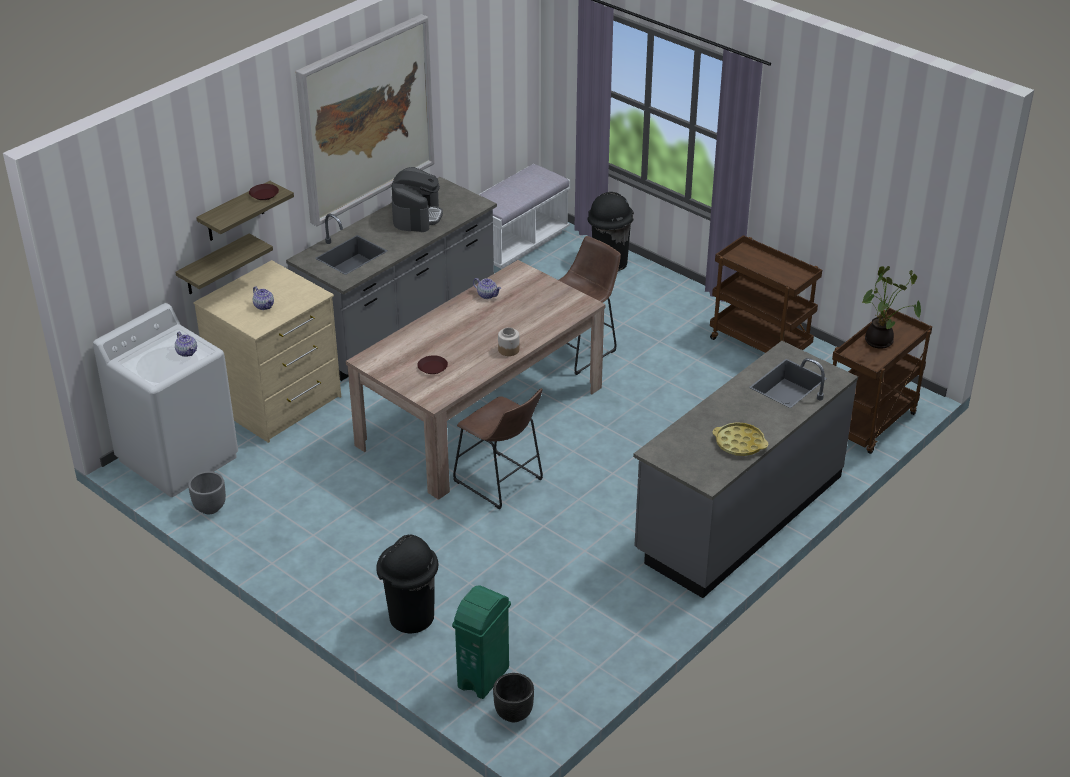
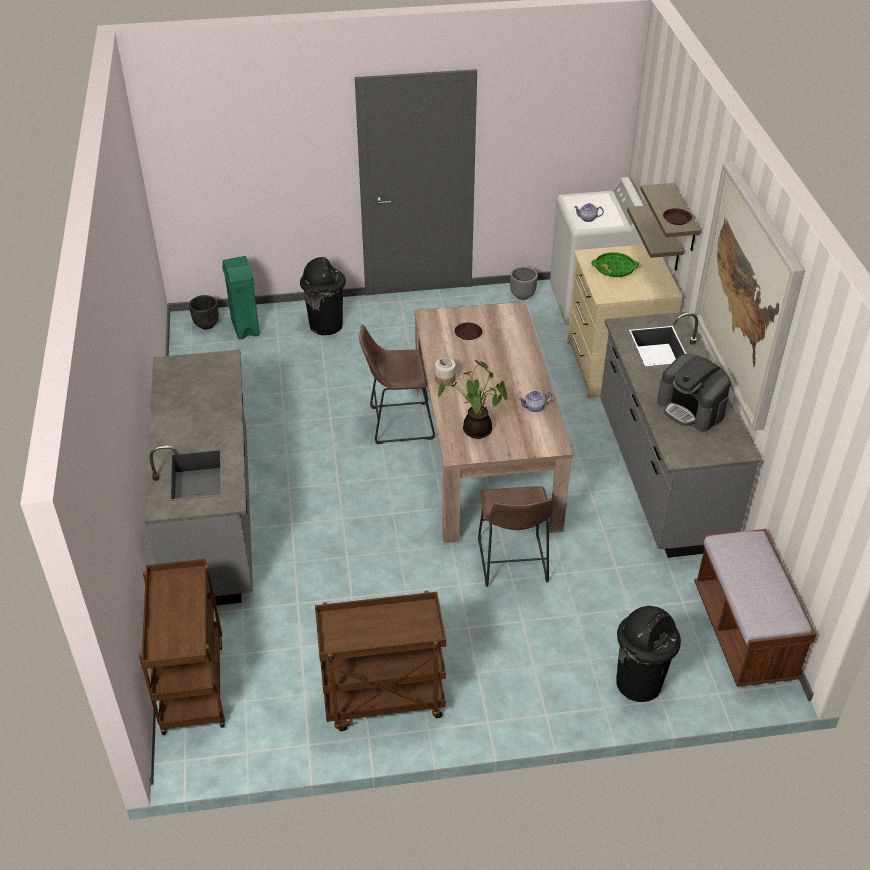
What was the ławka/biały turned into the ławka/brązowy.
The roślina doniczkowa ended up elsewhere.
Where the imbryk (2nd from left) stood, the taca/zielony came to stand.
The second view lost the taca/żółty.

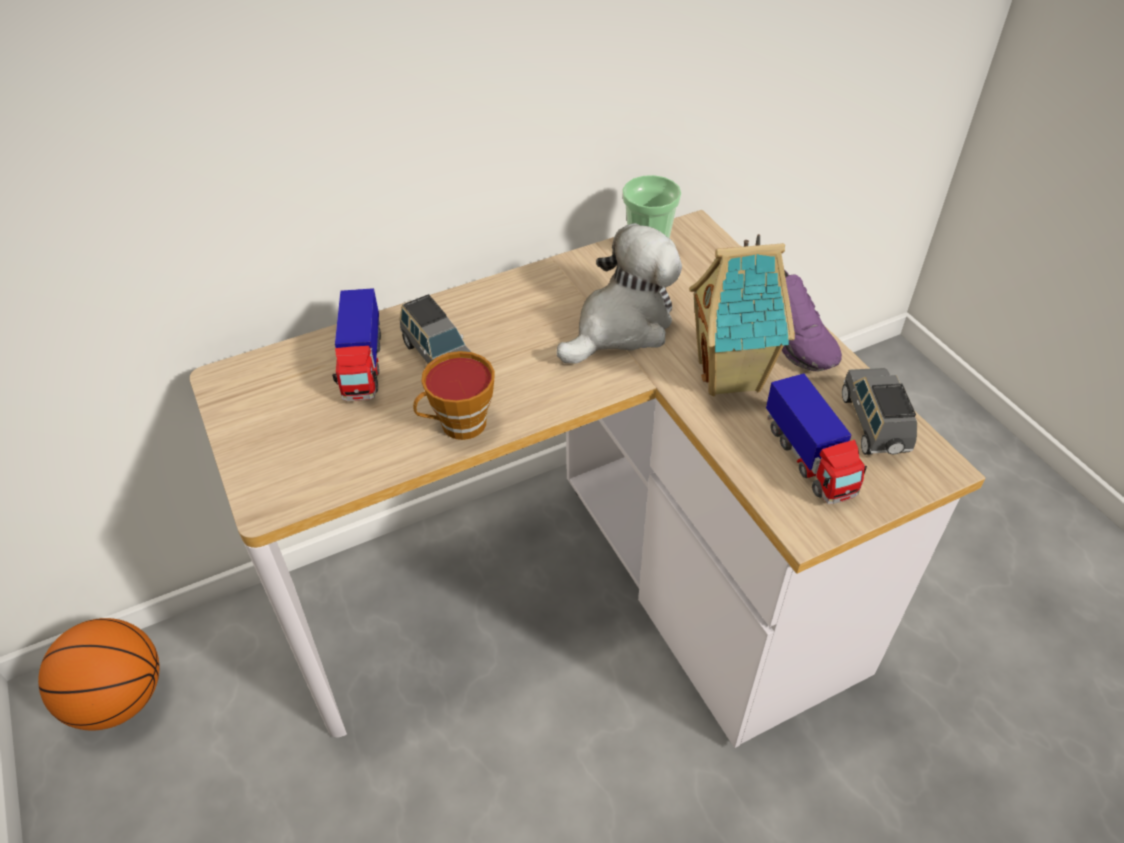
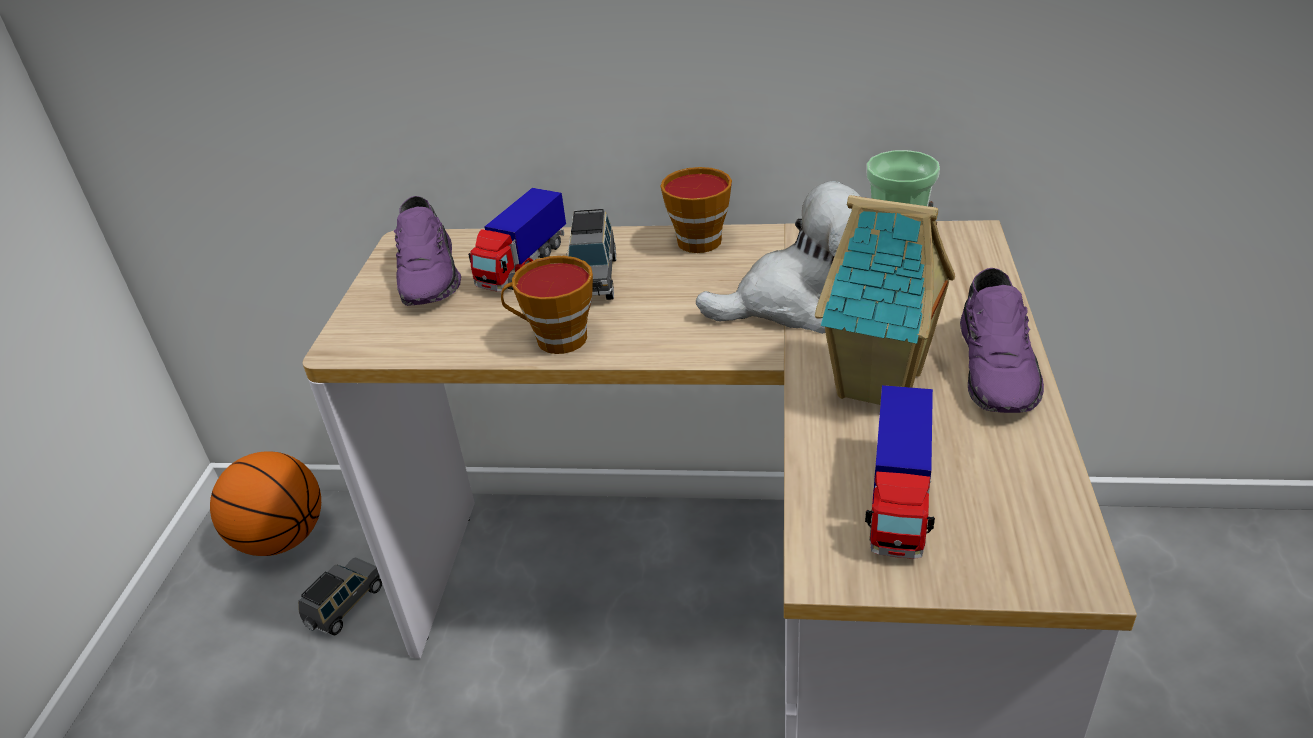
The samochodzik/szary (2nd from left in the first image) ended up elsewhere.
The second view gained the filiżanka (2nd from left).
The second view gained the but/fioletowy (1st from left).

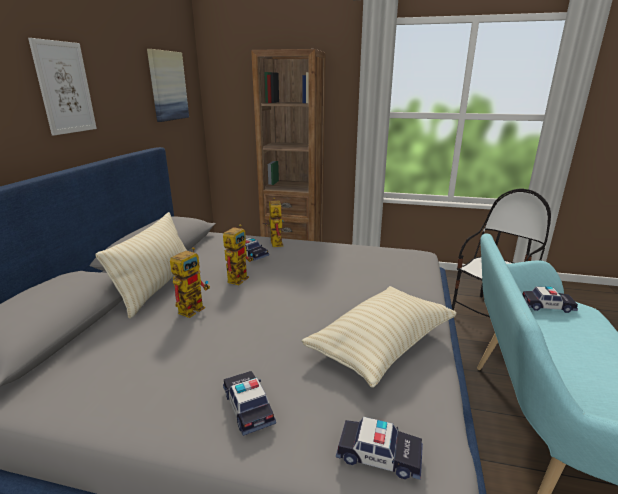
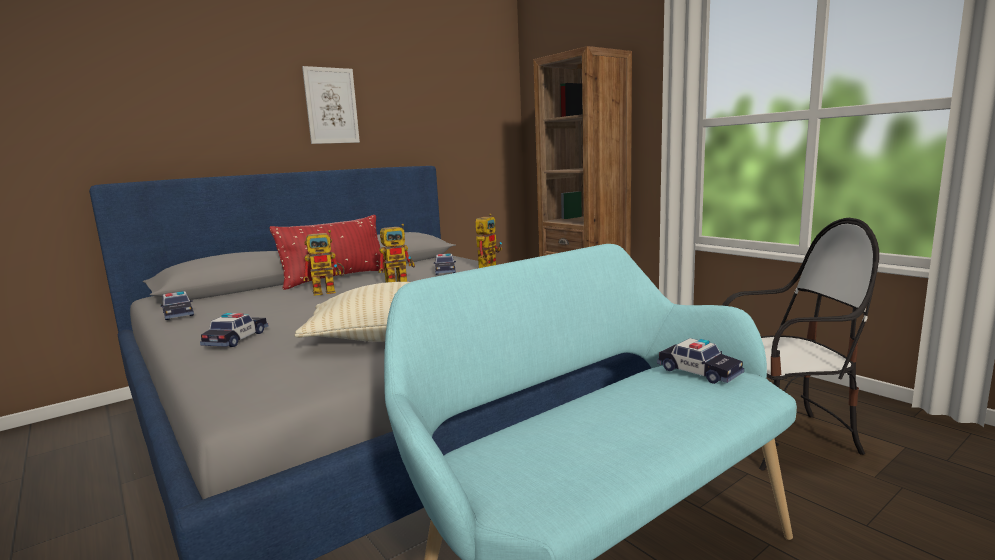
The second view lost the obraz (2nd from left).
What was the poduszka/beżowy (1st from left) turned into the poduszka/czerwony.
The samochodzik (3rd from left in the first image) ended up elsewhere.

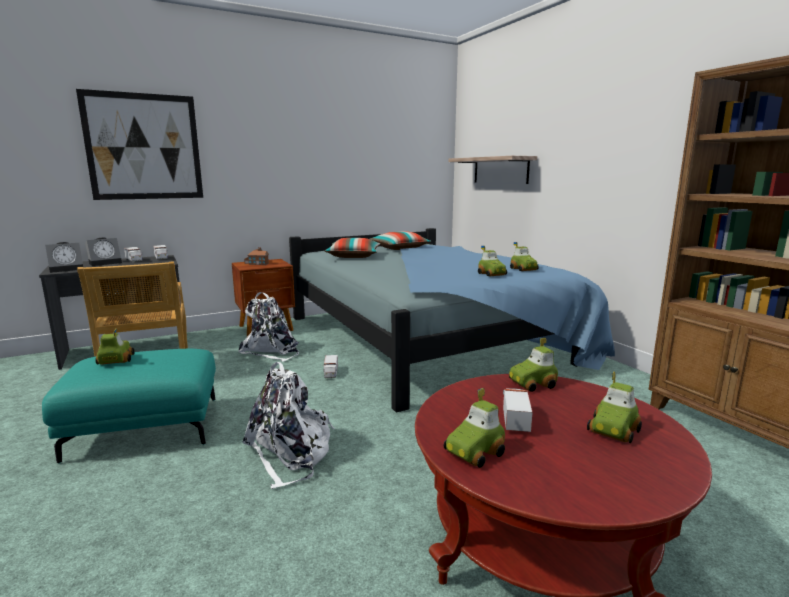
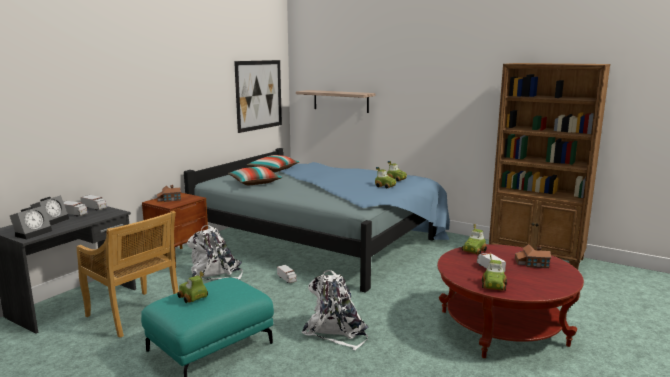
The obraz ended up elsewhere.
Where the samochodzik (6th from left) stood, the domek (2nd from left) came to stand.

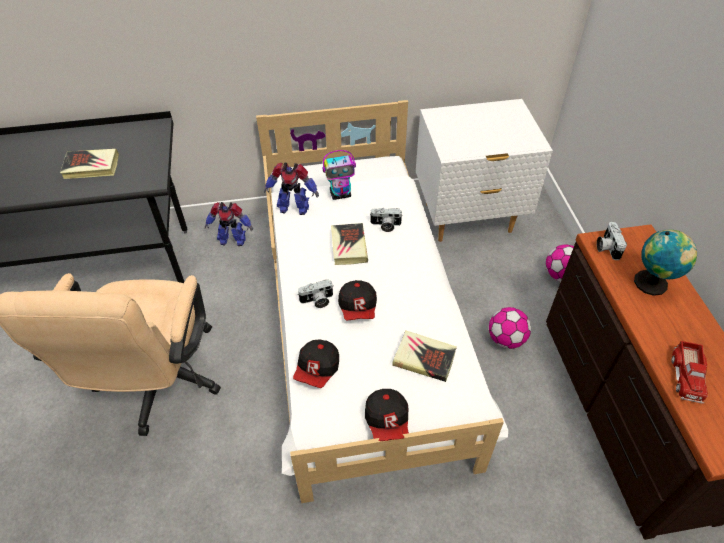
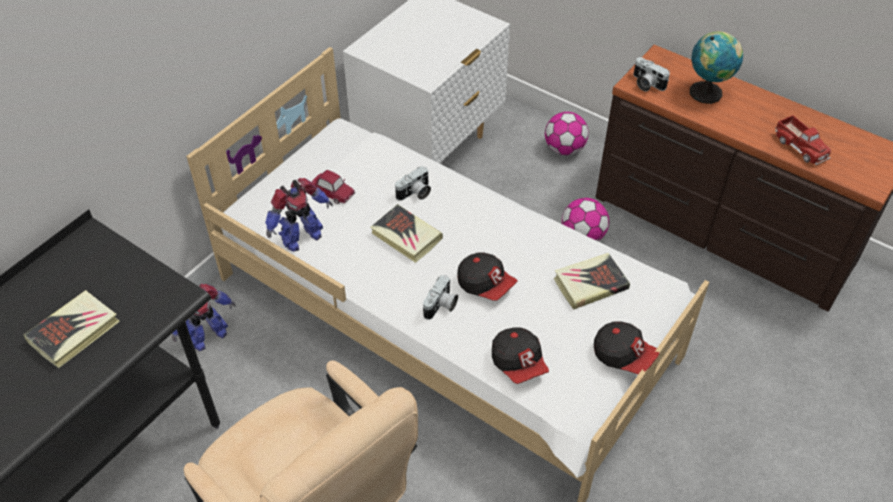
Where the robot zabawkowy (3rd from left) stood, the samochodzik came to stand.

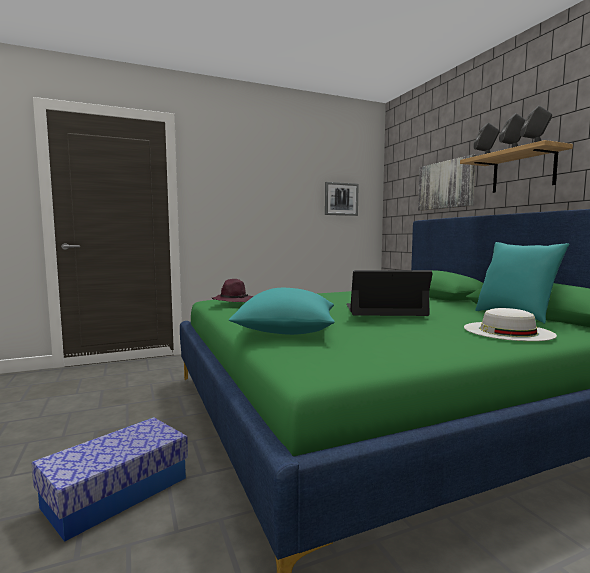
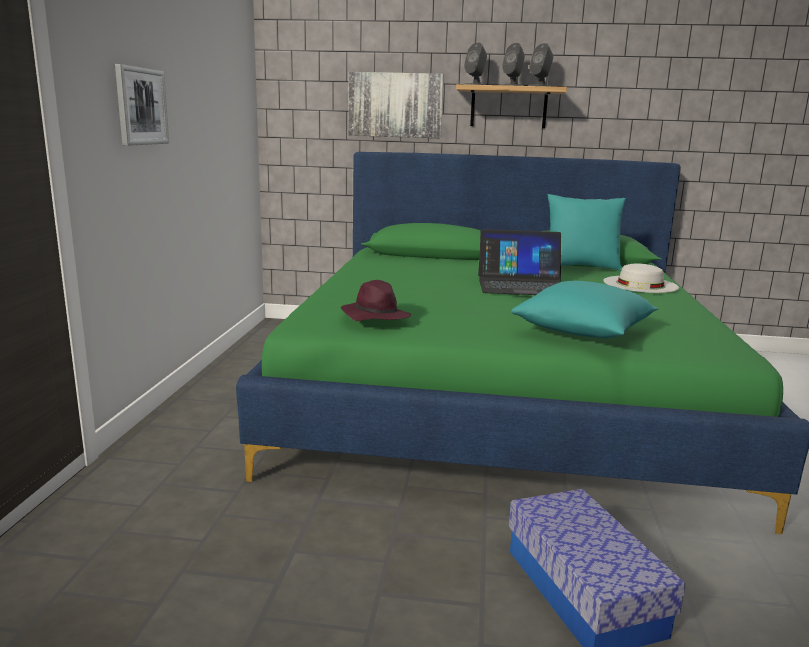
The obraz (1st from left) ended up elsewhere.
The laptop ended up facing another way, 120 degrees counterclockwise from before.

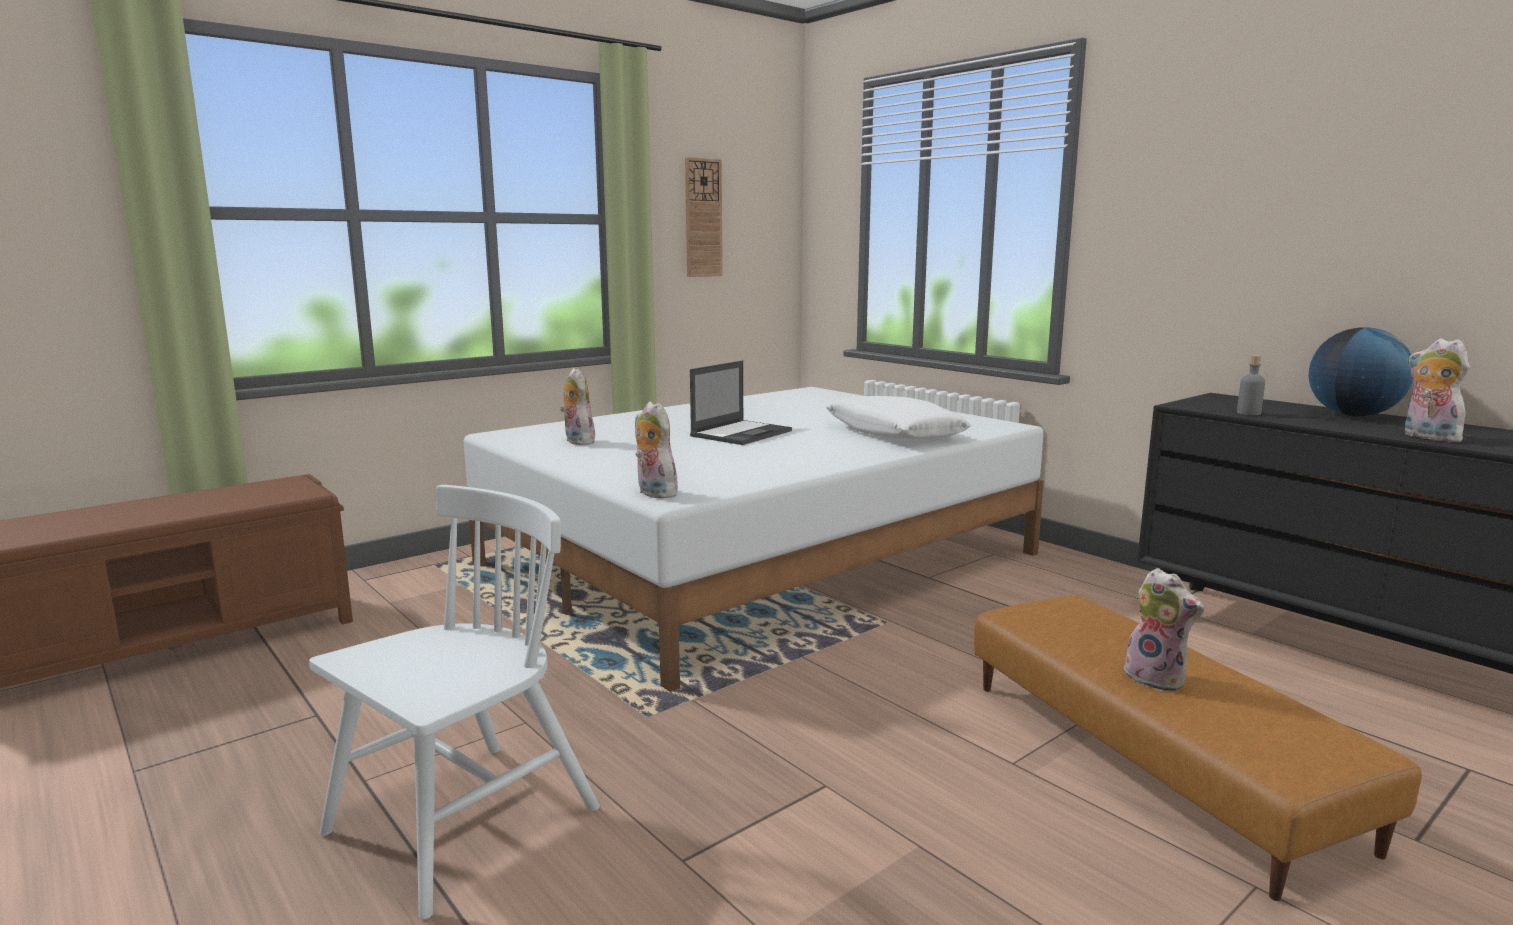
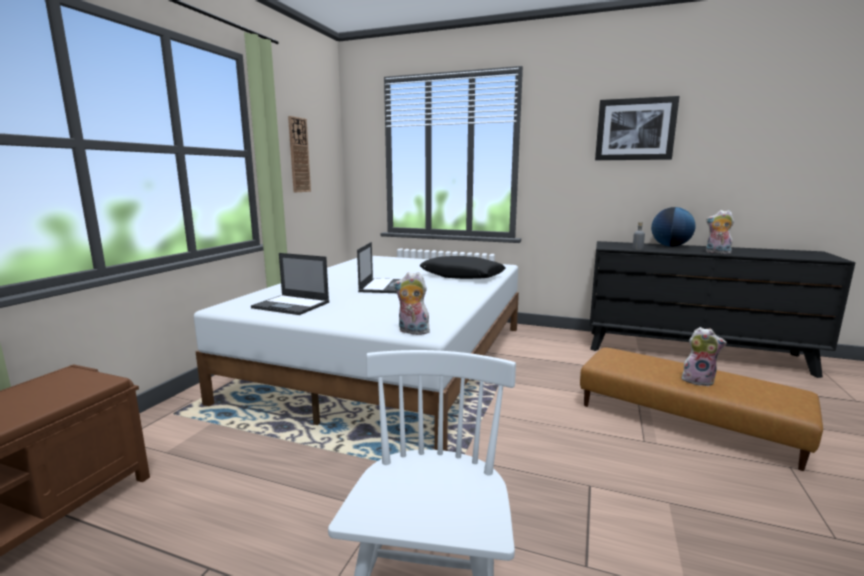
Where the pluszak (1st from left) stood, the laptop (1st from left) came to stand.
What was the poduszka/biały turned into the poduszka/czarny.
The second view gained the obraz.

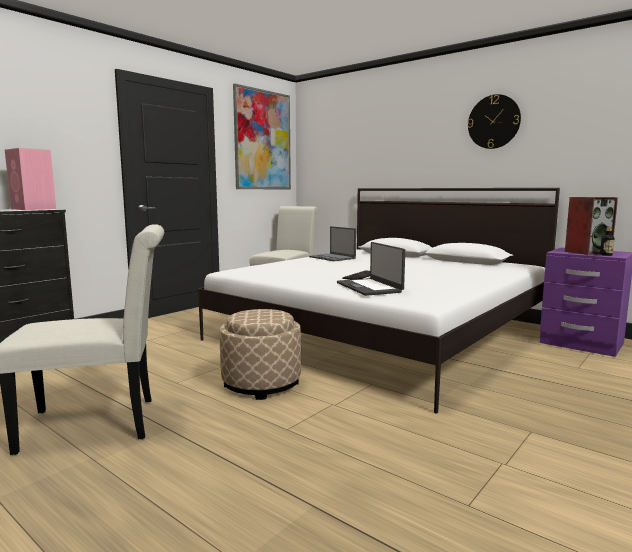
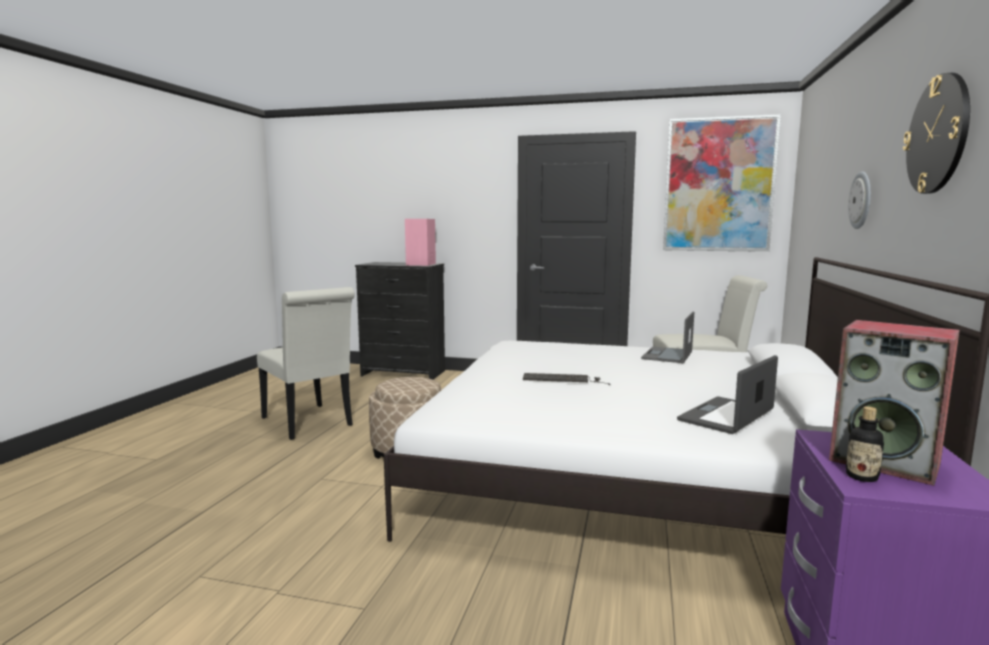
The laptop (2nd from left) ended up elsewhere.
The second view gained the zegar ścienny (1st from left).

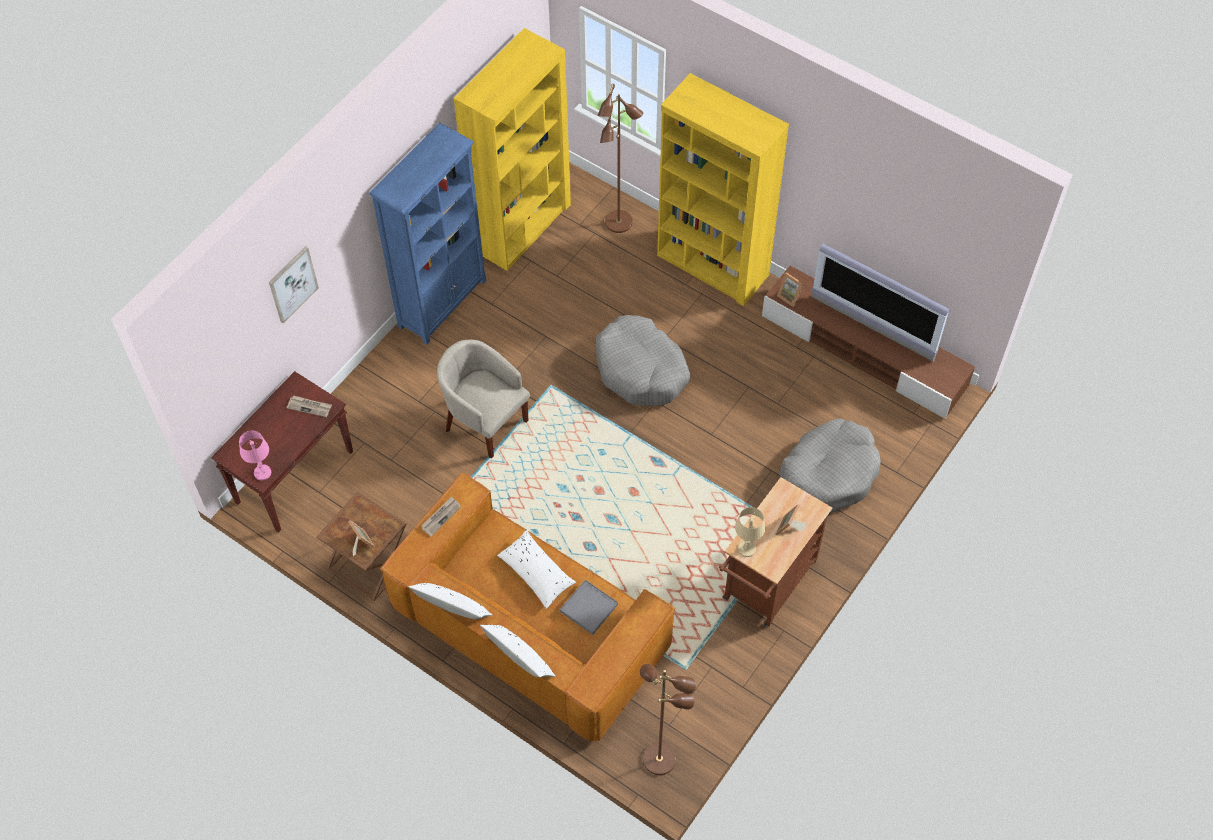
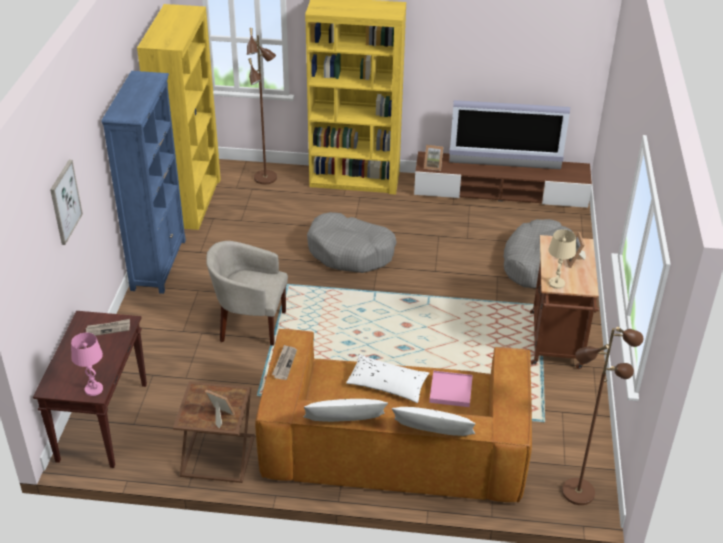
What was the taca/szary turned into the taca/różowy.

